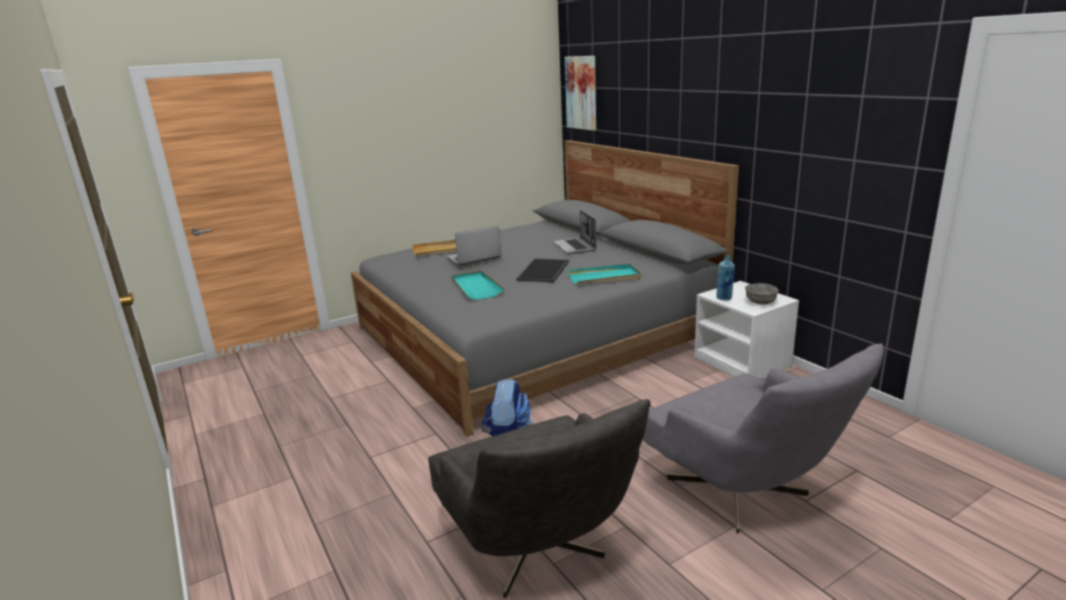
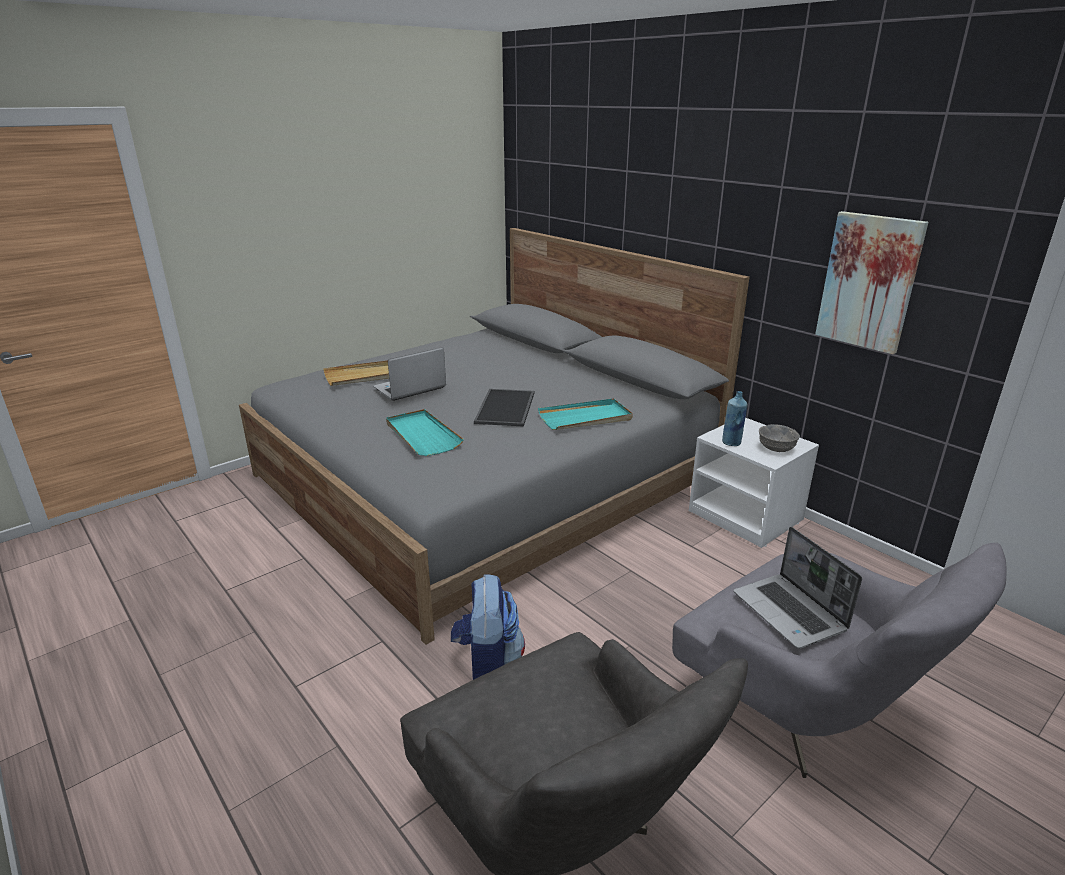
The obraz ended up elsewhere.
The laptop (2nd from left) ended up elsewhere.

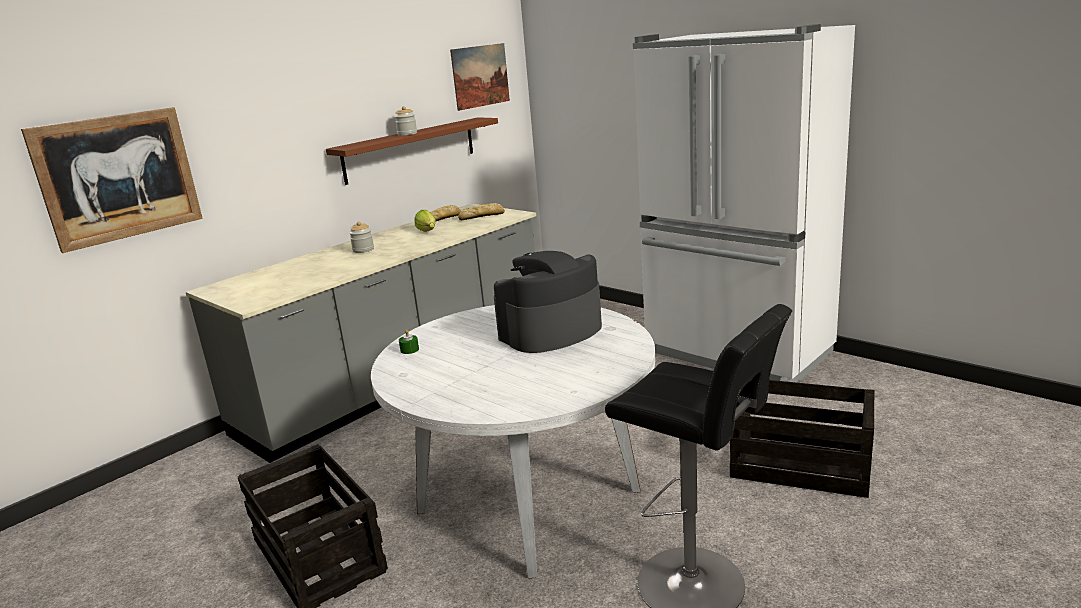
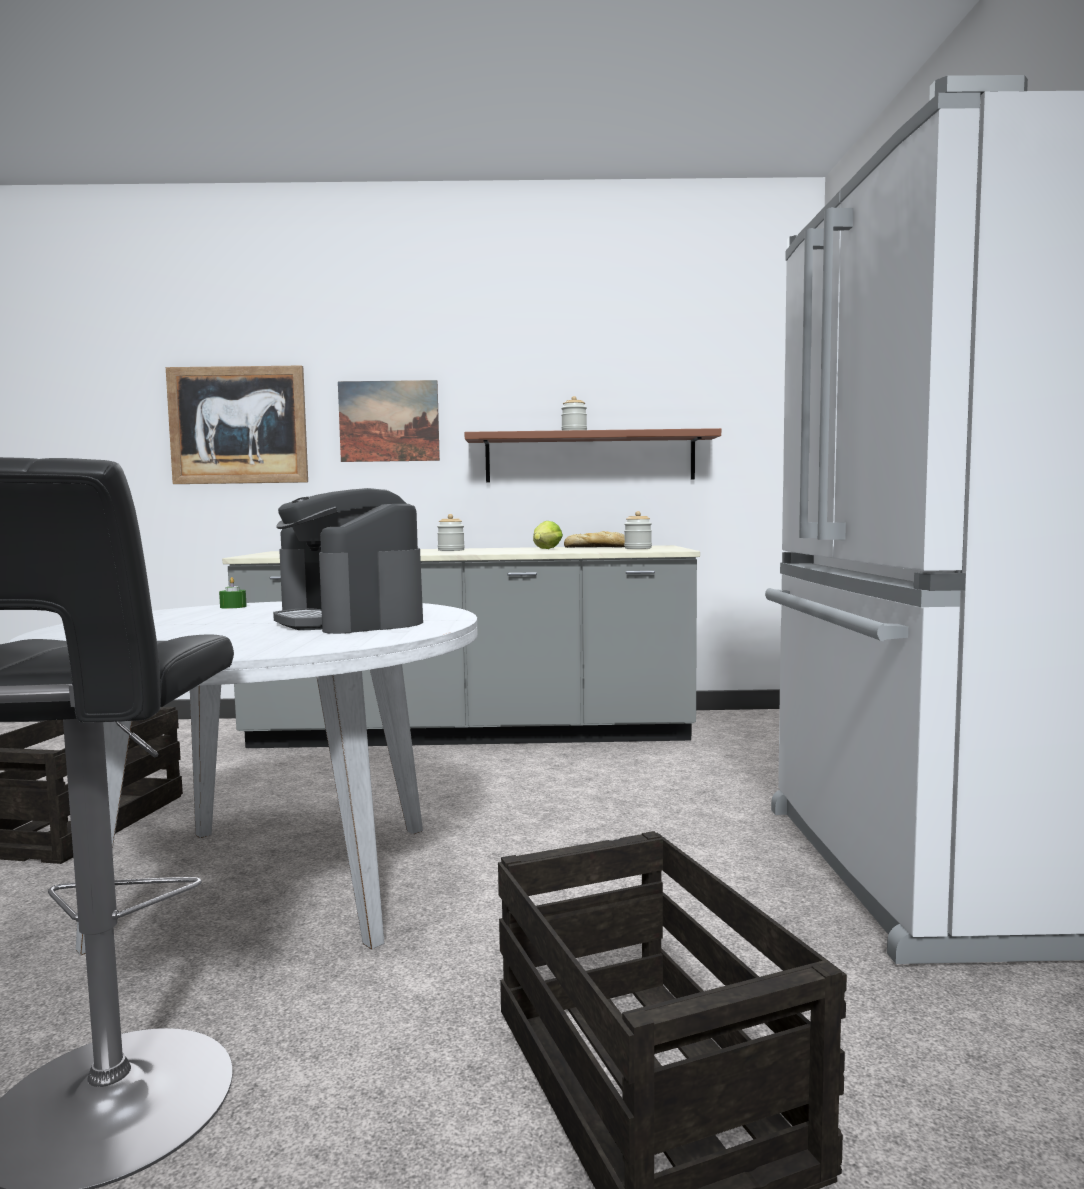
The obraz (2nd from left) ended up elsewhere.
Where the chleb (2nd from left) stood, the słoik (3rd from left) came to stand.
The ekspres do kawy ended up facing another way, 135 degrees counterclockwise from before.

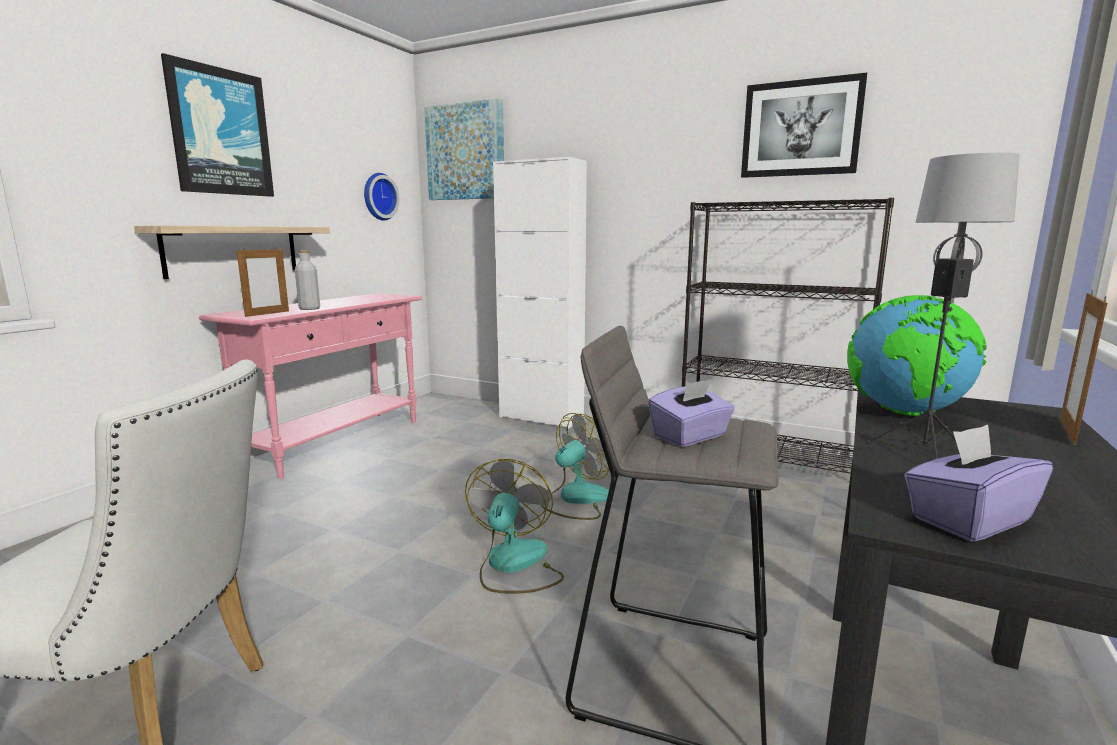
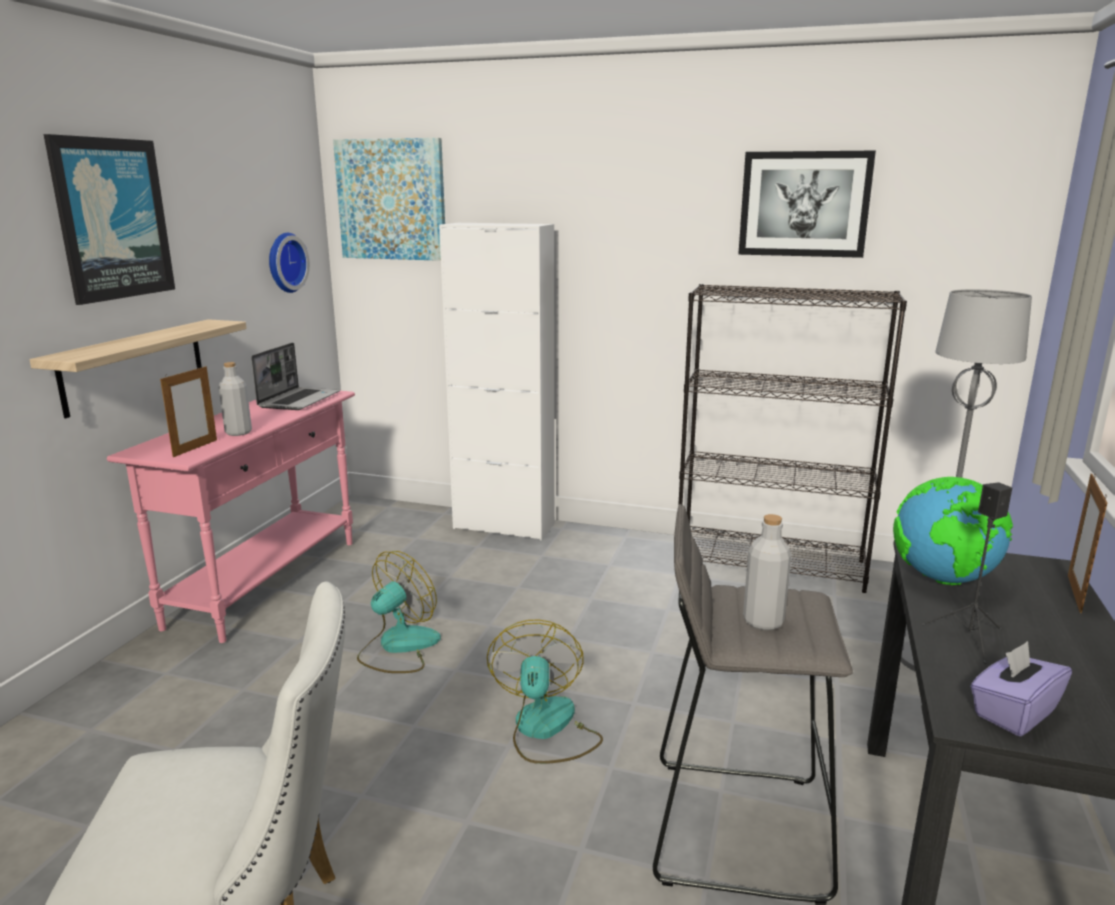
Where the pudełko chusteczek/fioletowy (1st from left) stood, the butelka/szary (2nd from left) came to stand.
The wentylator (2nd from left in the first image) ended up elsewhere.
The second view gained the laptop.

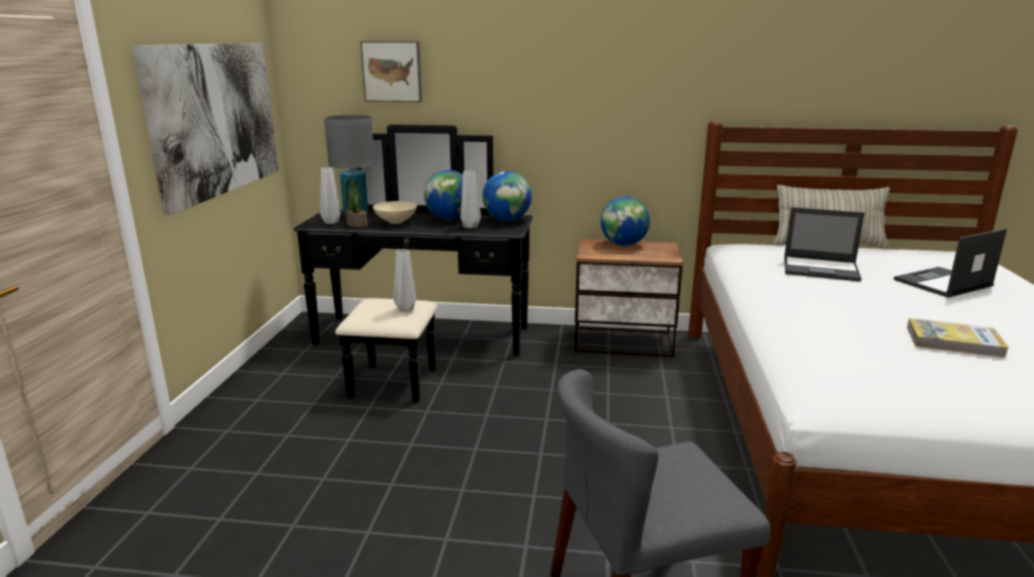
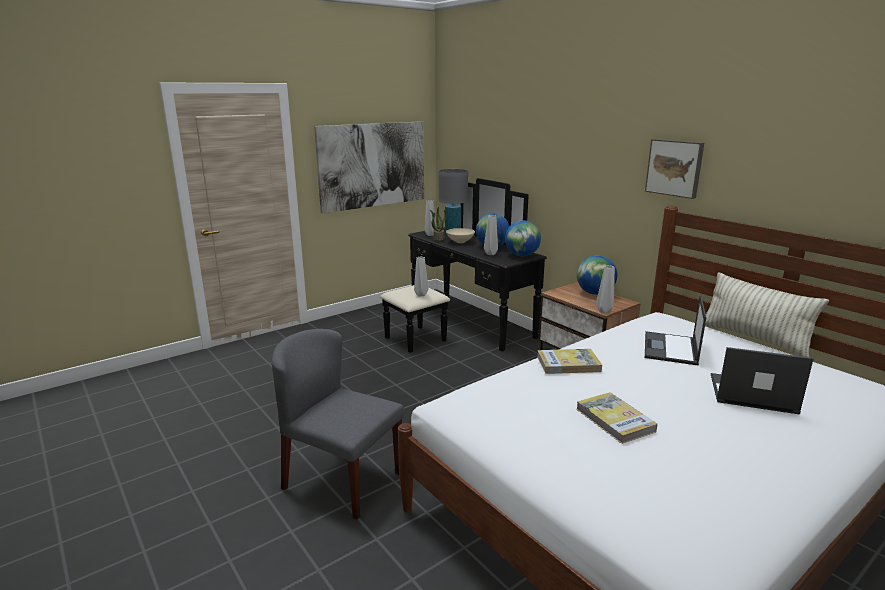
The obraz (2nd from left) ended up elsewhere.
The laptop (1st from left) ended up facing another way, 45 degrees clockwise from before.
The second view gained the wazon/szary (4th from left).
The second view gained the książka (1st from left).

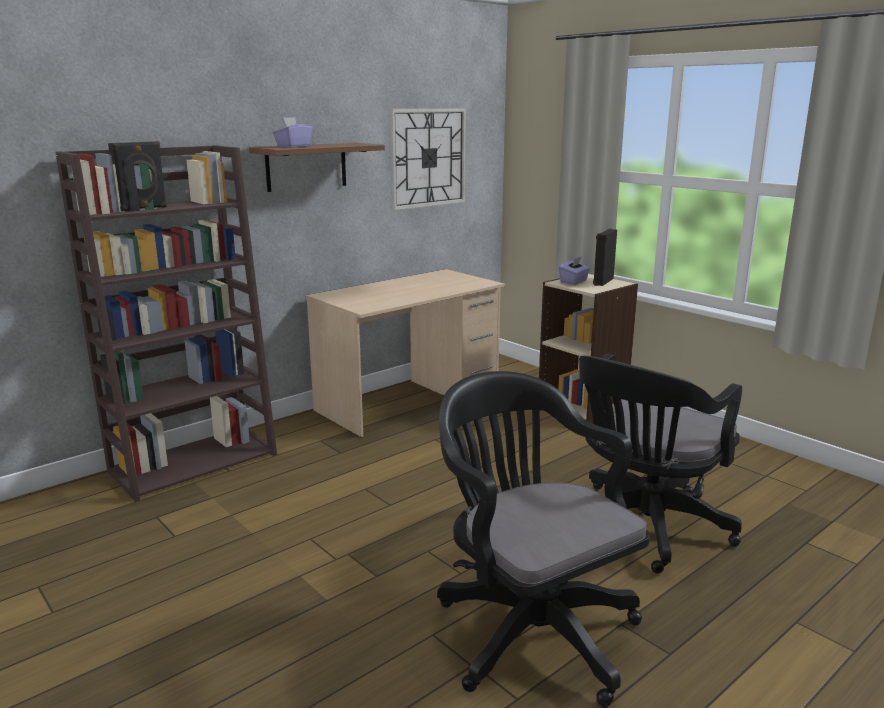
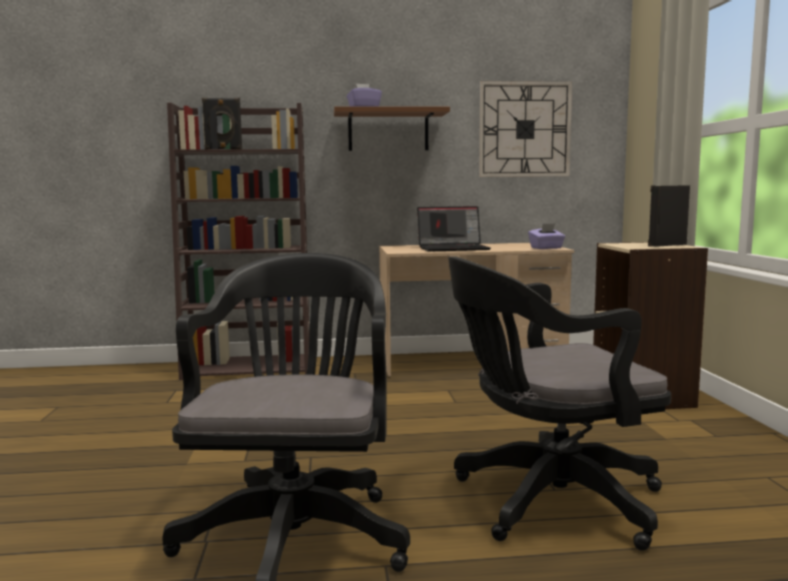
The pudełko chusteczek/fioletowy (2nd from left) ended up elsewhere.
The second view gained the laptop.

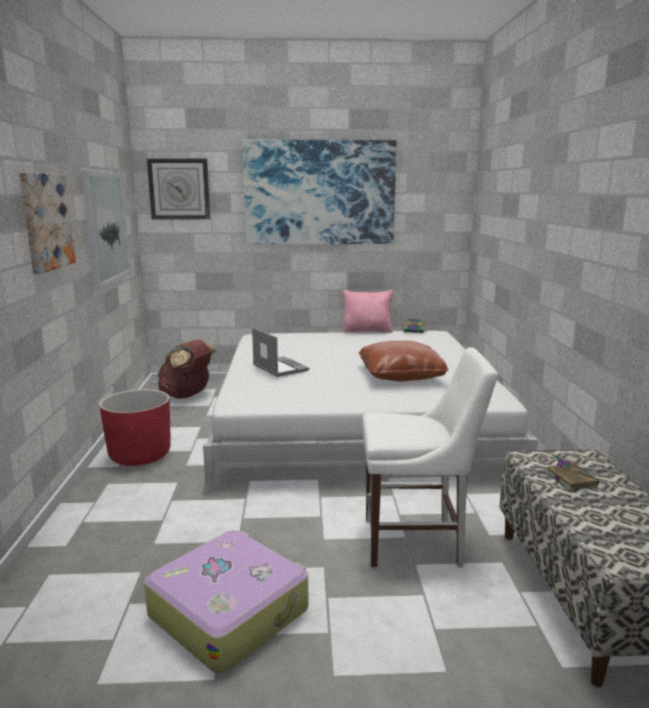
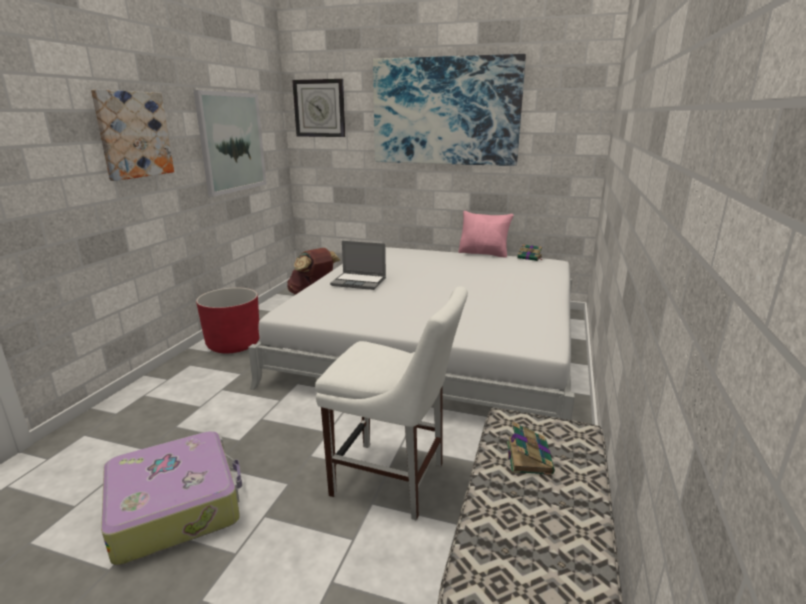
The laptop ended up facing another way, 120 degrees clockwise from before.
The second view lost the poduszka/brązowy.

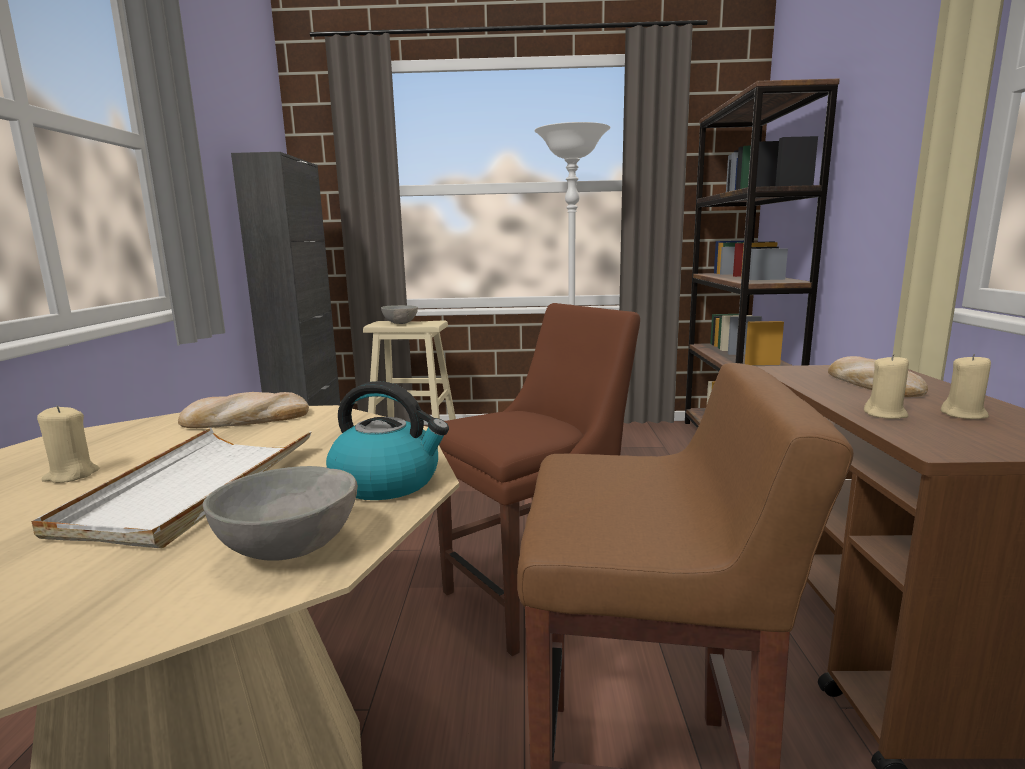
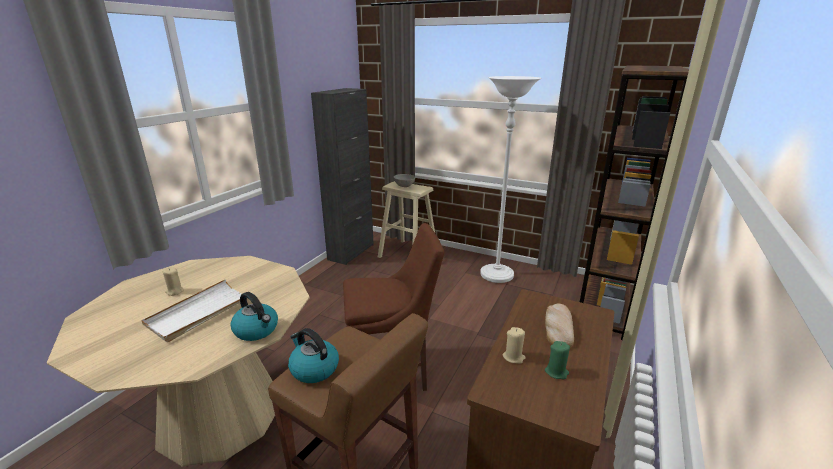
What was the świeca/beżowy (3rd from left) turned into the świeca/zielony.
The second view lost the chleb (1st from left).
The second view lost the miska/szary (1st from left).
The second view gained the czajnik (2nd from left).

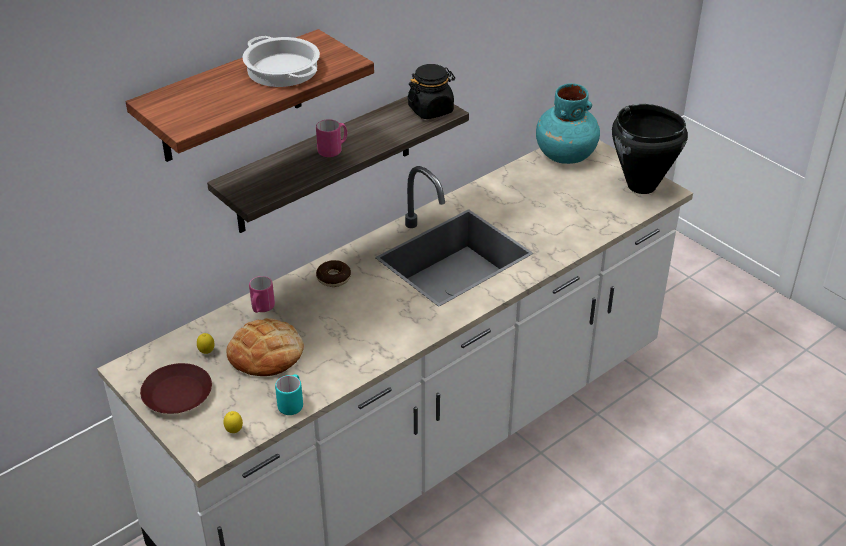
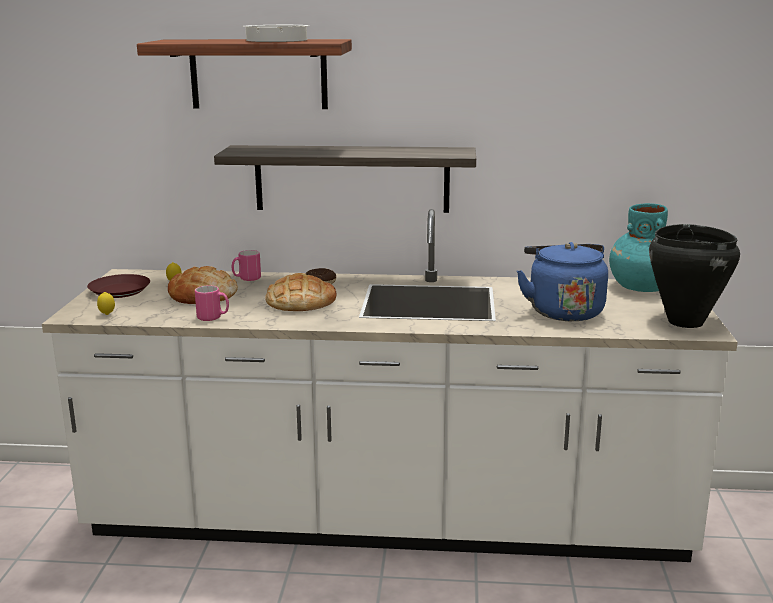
The second view lost the słoik/czarny.
The kubek/różowy (2nd from left in the first image) ended up elsewhere.
The second view lost the kubek/turkusowy.
The second view gained the czajnik/niebieski.
The second view gained the chleb (2nd from left).

